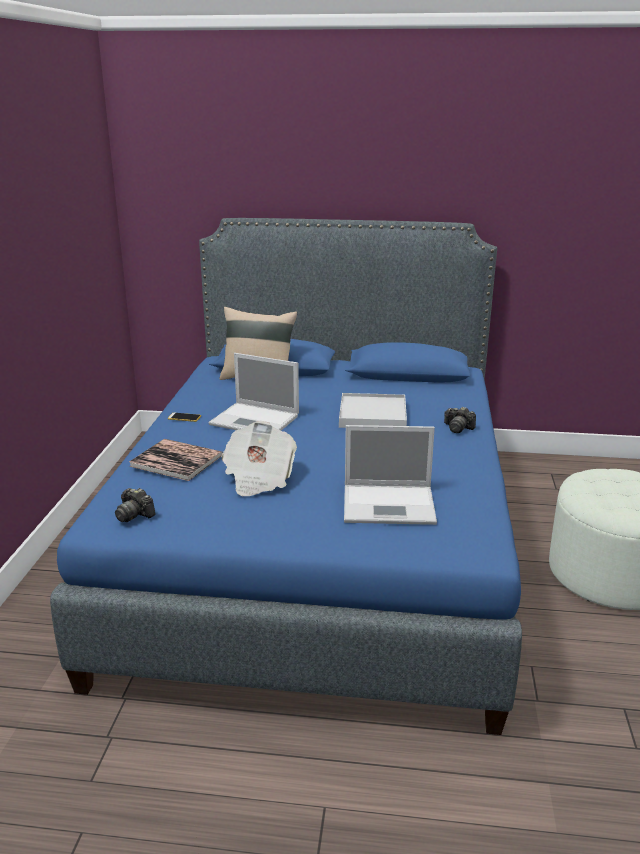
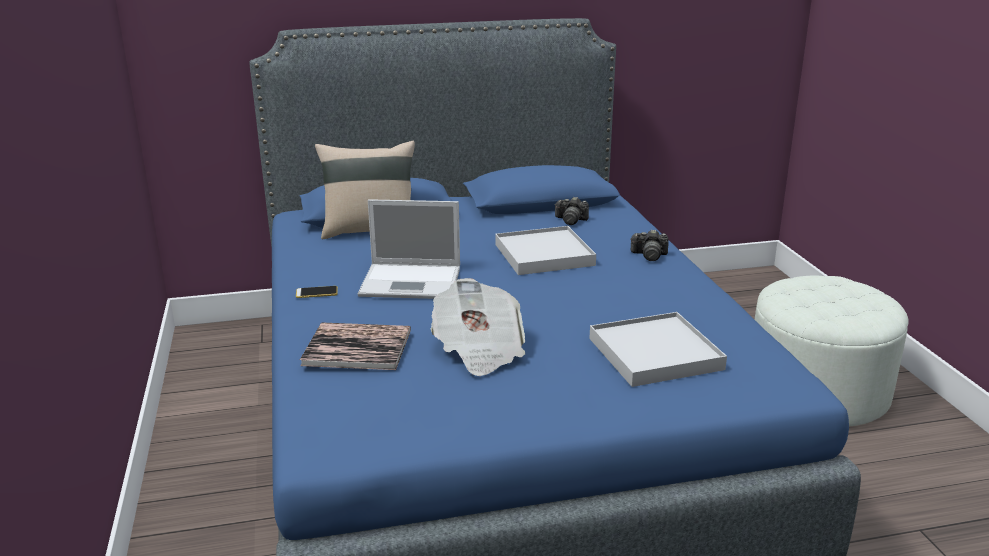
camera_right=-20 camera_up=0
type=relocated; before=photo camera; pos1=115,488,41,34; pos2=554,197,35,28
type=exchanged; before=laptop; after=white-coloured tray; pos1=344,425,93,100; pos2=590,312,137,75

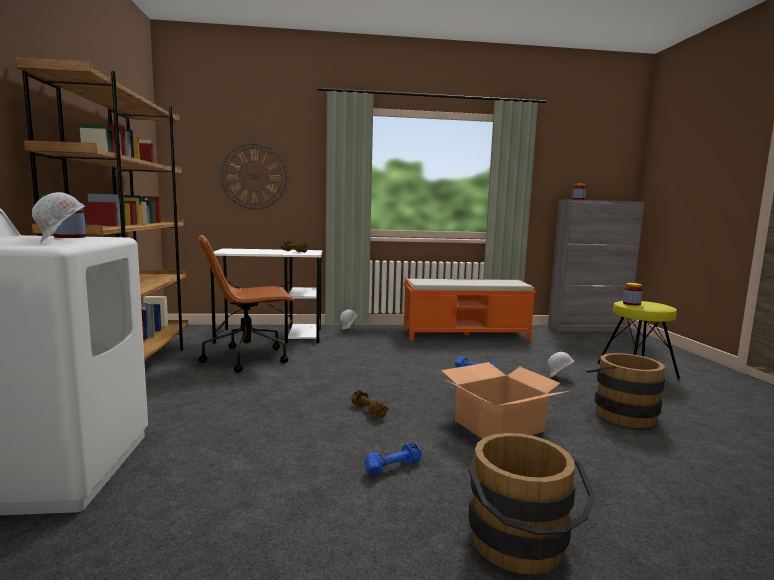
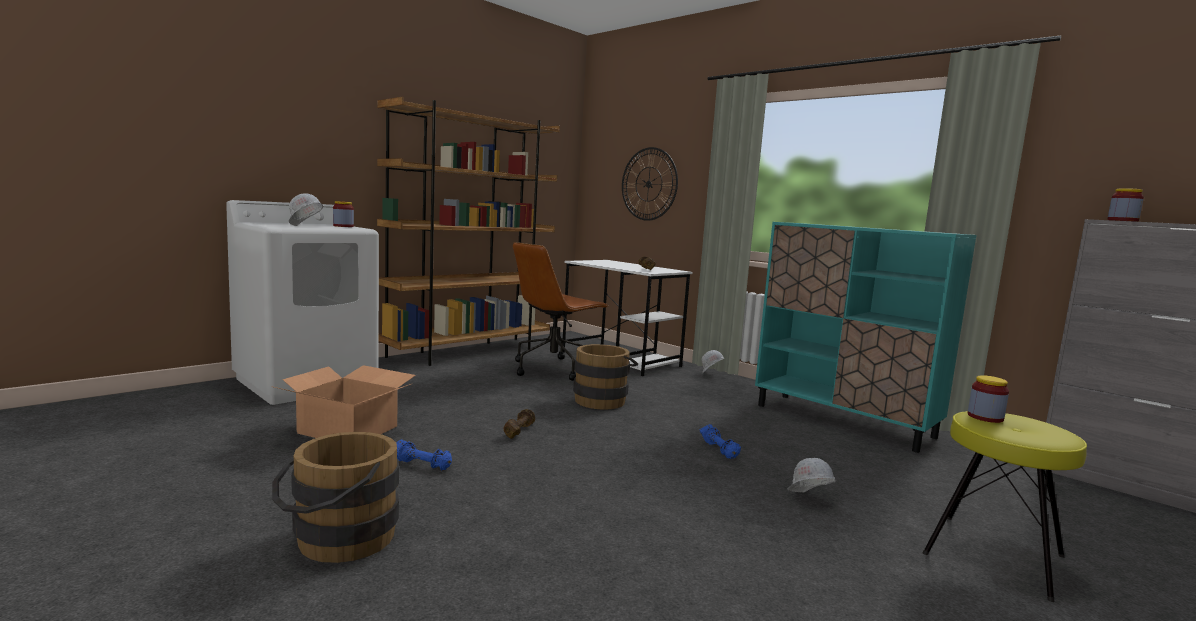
camera_right=50 camera_up=0
type=spun; before=brown desk chair; pos1=198,235,96,138; pos2=513,242,95,139; turn=-75
type=exchanged; before=orange indoor bench; after=turquoise storage cabinet; pos1=404,278,132,62; pos2=755,222,222,231
type=relocated; before=packing box; pos1=441,362,129,77; pos2=274,365,142,73
type=relocated; before=brown water bucket; pos1=586,353,79,75; pos2=573,344,65,66

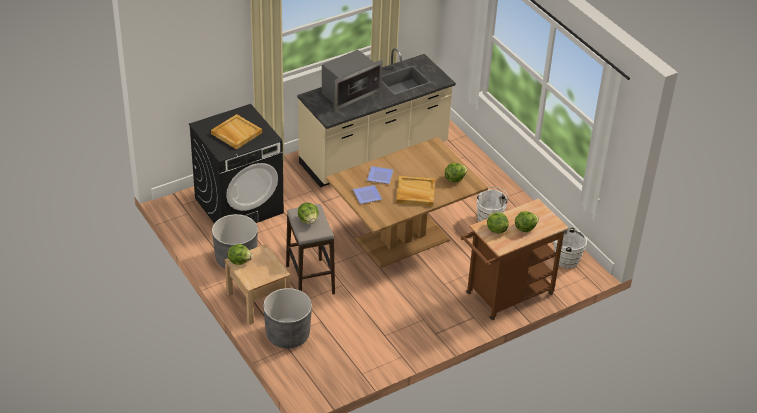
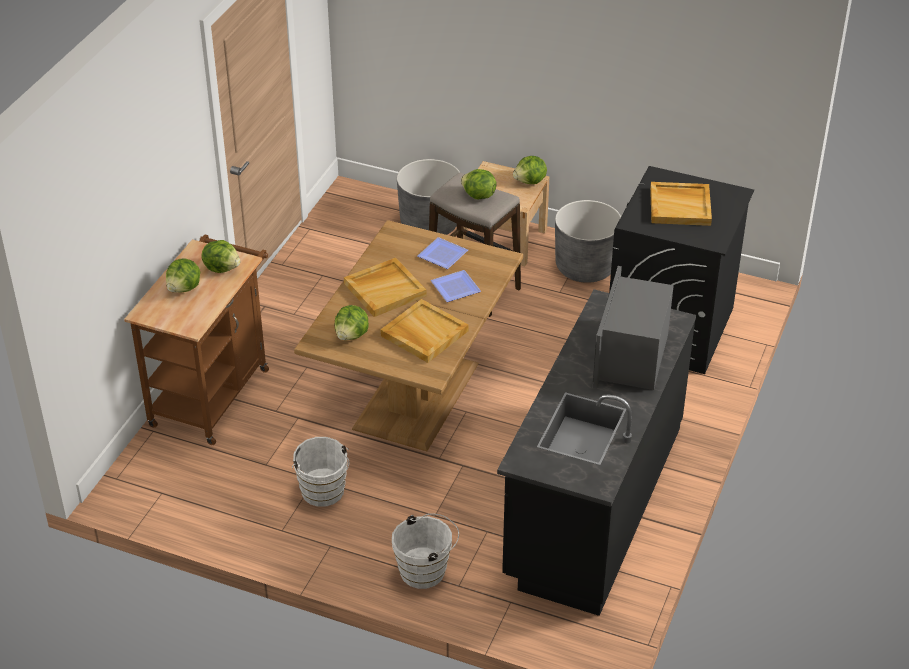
camera_right=145 camera_up=0
type=colour; before=sand-coloured counter; after=black-coloured counter; pos1=297,48,159,140; pos2=497,289,199,327
type=relocated; before=white-coloured water bucket; pos1=553,227,34,41; pos2=392,514,67,75
type=appeared; after=sand-coloured tray; pos2=380,299,88,64

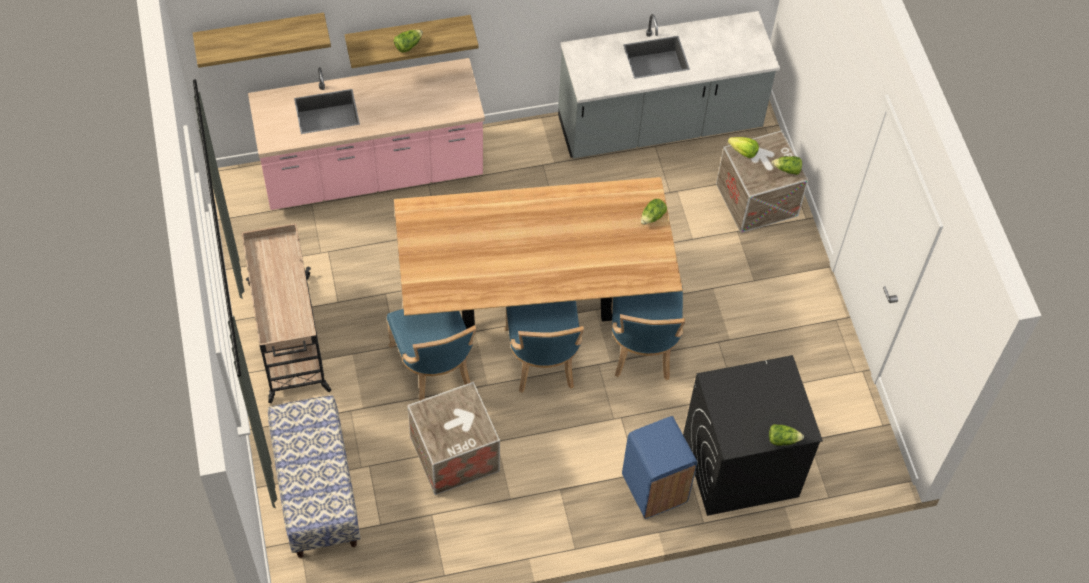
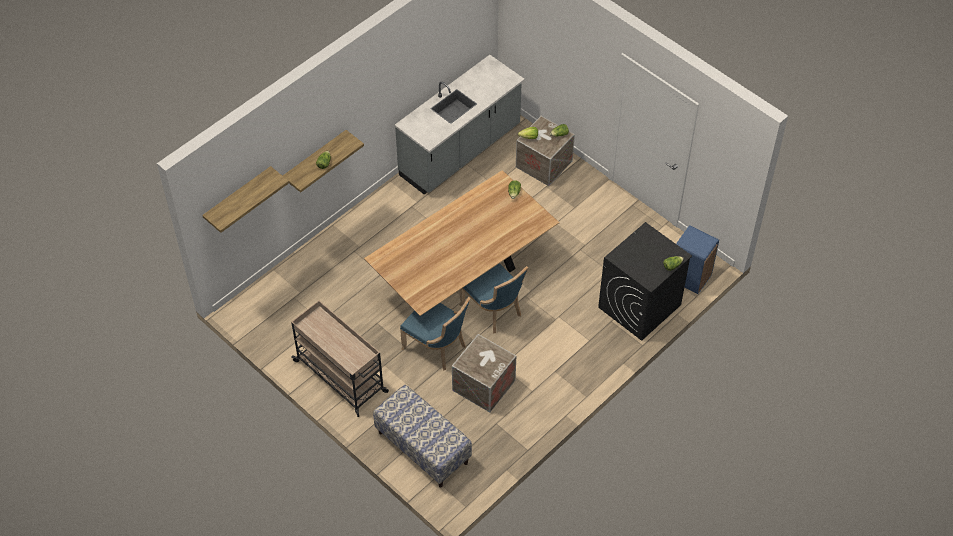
camera_right=-30 camera_up=-5
type=missing; before=pink-coloured counter; pos1=248,58,237,152
type=missing; before=blue-coloured upright chair; pos1=611,286,74,95
type=relocated; before=blue-coloured rubbish bin; pos1=622,416,75,103; pos2=676,225,43,69

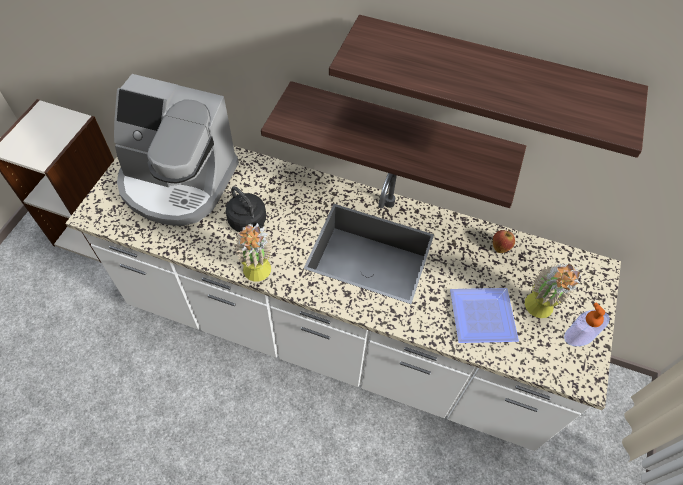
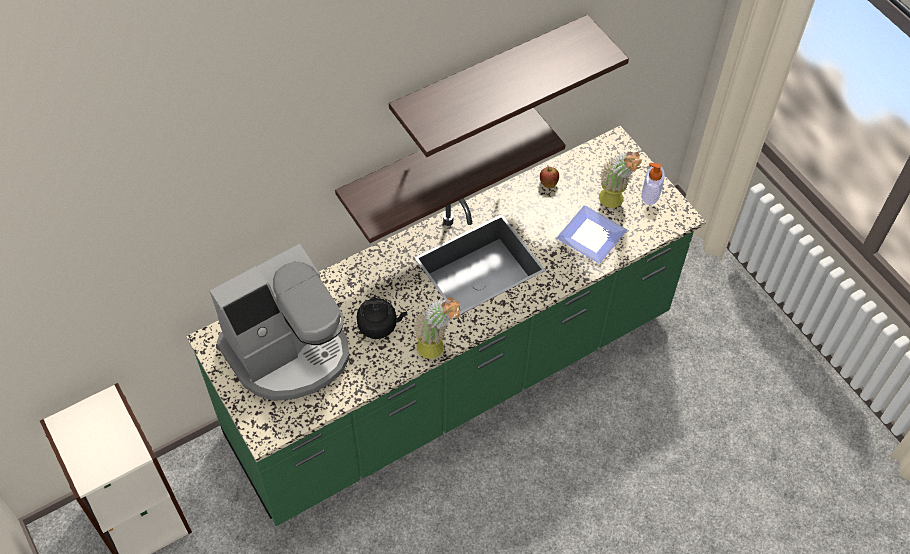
camera_right=-50 camera_up=0
type=colour; before=white-coloured counter; after=greenish counter; pos1=65,146,556,305; pos2=186,126,520,400

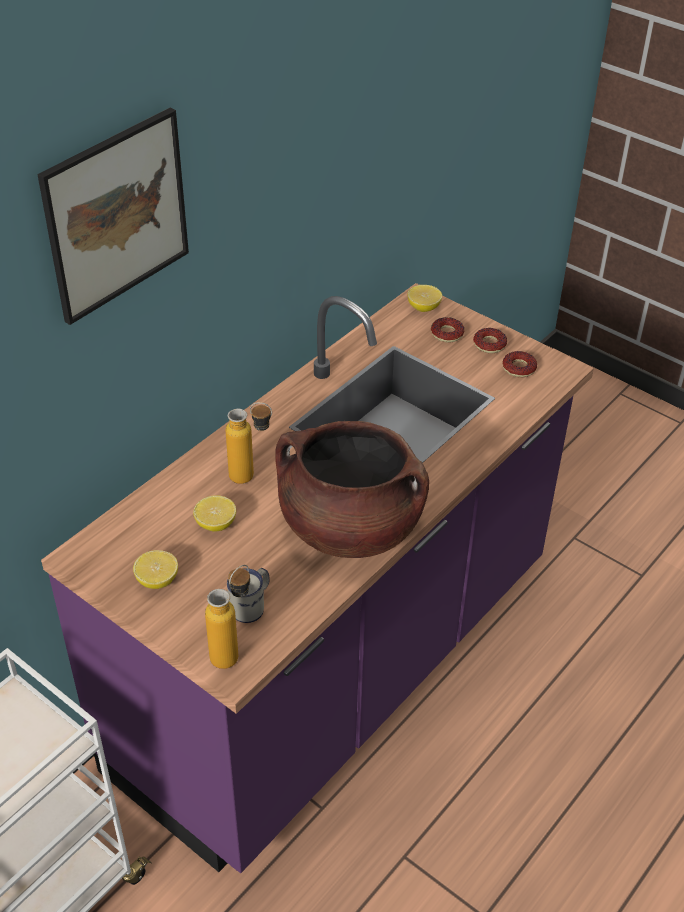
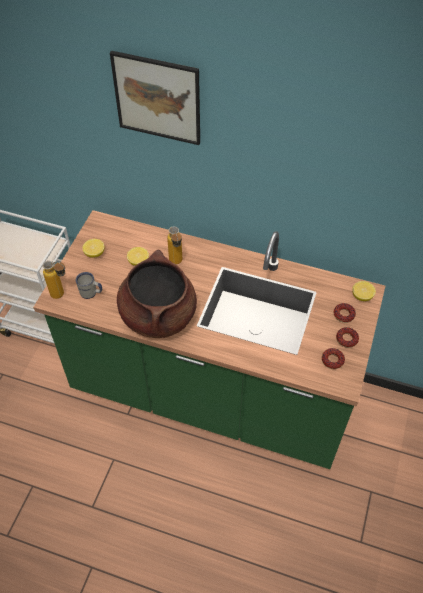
camera_right=70 camera_up=10
type=colour; before=purple counter; after=greenish counter; pos1=41,283,553,590; pos2=33,210,352,259

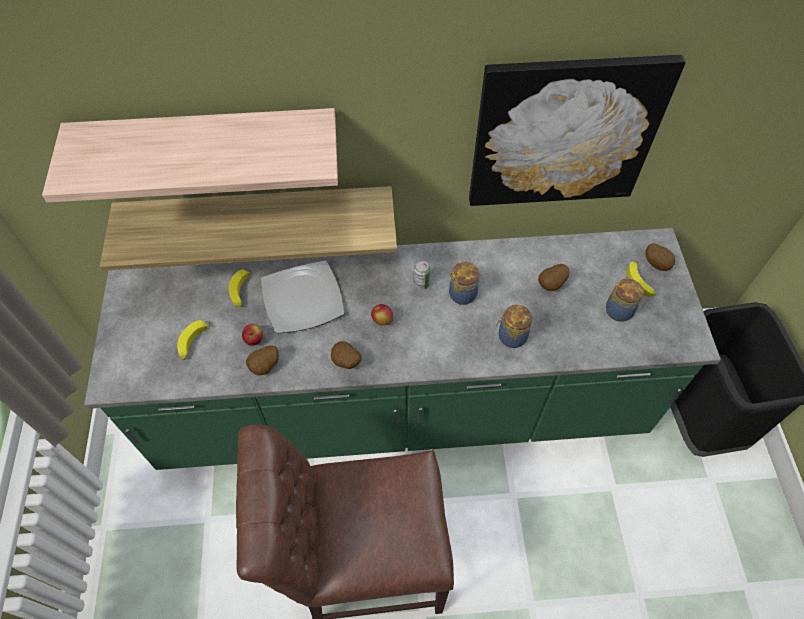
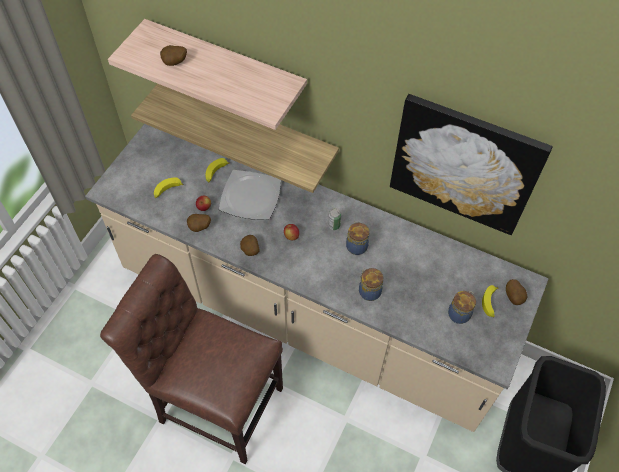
camera_right=30 camera_up=0
type=colour; before=greenish counter; after=sand-coloured counter; pos1=84,228,637,242; pos2=85,124,464,308
type=relocated; before=potato; pos1=538,264,31,27; pos2=160,45,27,21

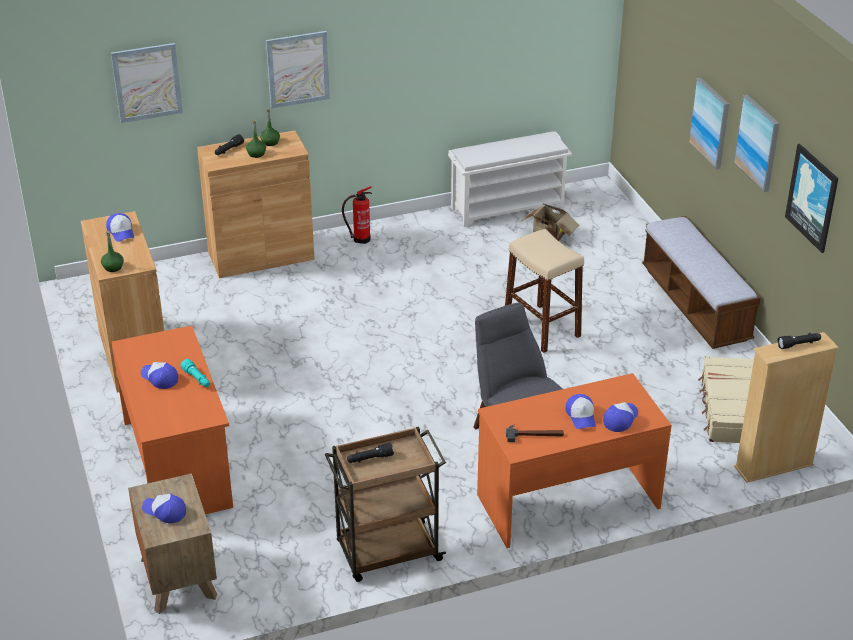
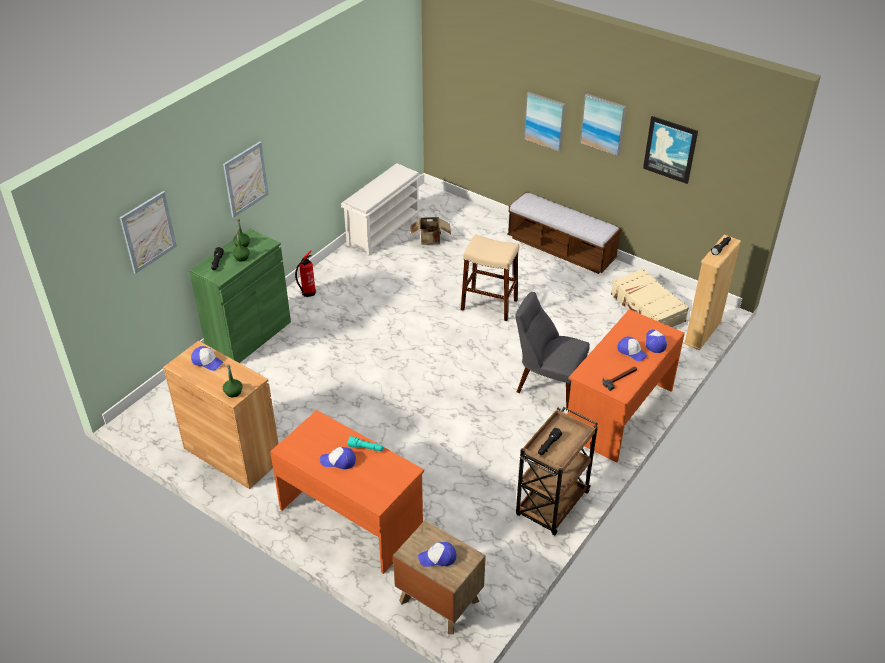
camera_right=-35 camera_up=5
type=colour; before=brown storage cabinet; after=greenish storage cabinet; pos1=197,130,118,148; pos2=189,229,102,134

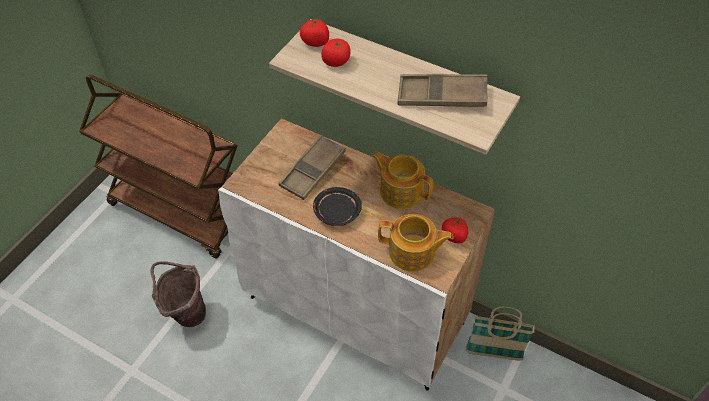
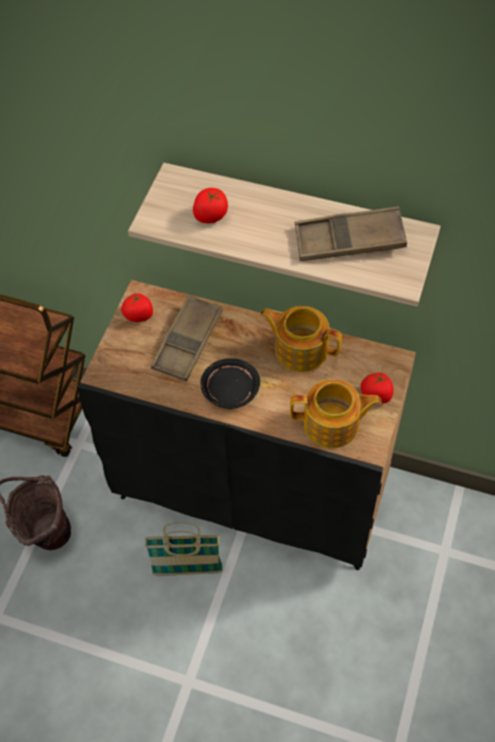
camera_right=-10 camera_up=5
type=colour; before=white-coloured storage cabinet; after=black-coloured storage cabinet; pos1=218,118,277,273; pos2=77,280,339,290
type=relocated; before=fresh tomato; pos1=300,18,29,29; pos2=121,293,32,29
type=relocated; before=household basket; pos1=466,307,69,54; pos2=145,522,77,54

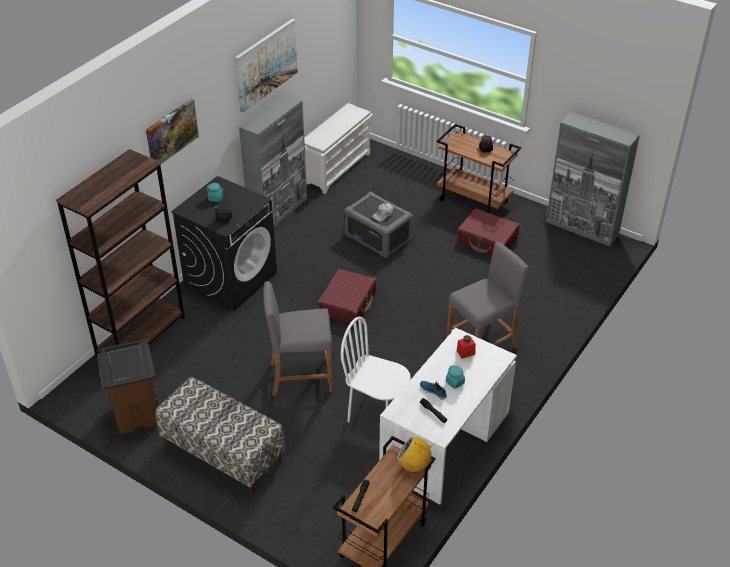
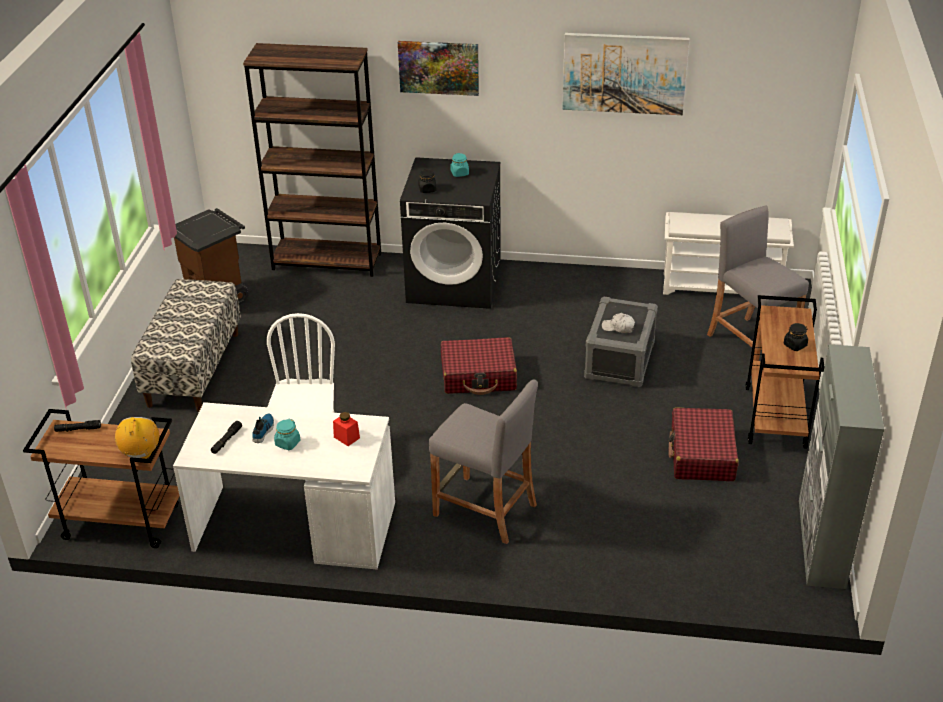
camera_right=65 camera_up=-5
type=missing; before=gray storage cabinet; pos1=239,93,68,134
type=relocated; before=gray sitting stool; pos1=263,281,69,115; pos2=707,205,102,156

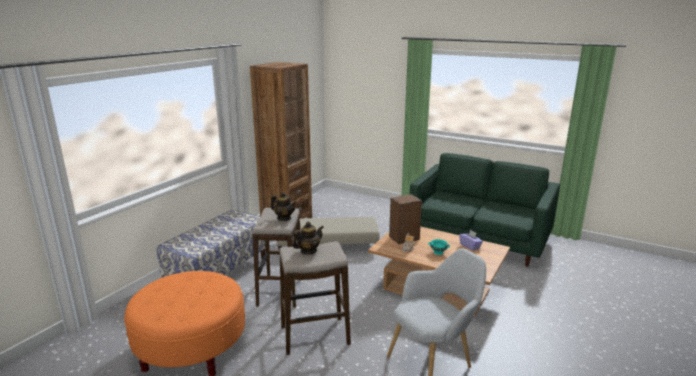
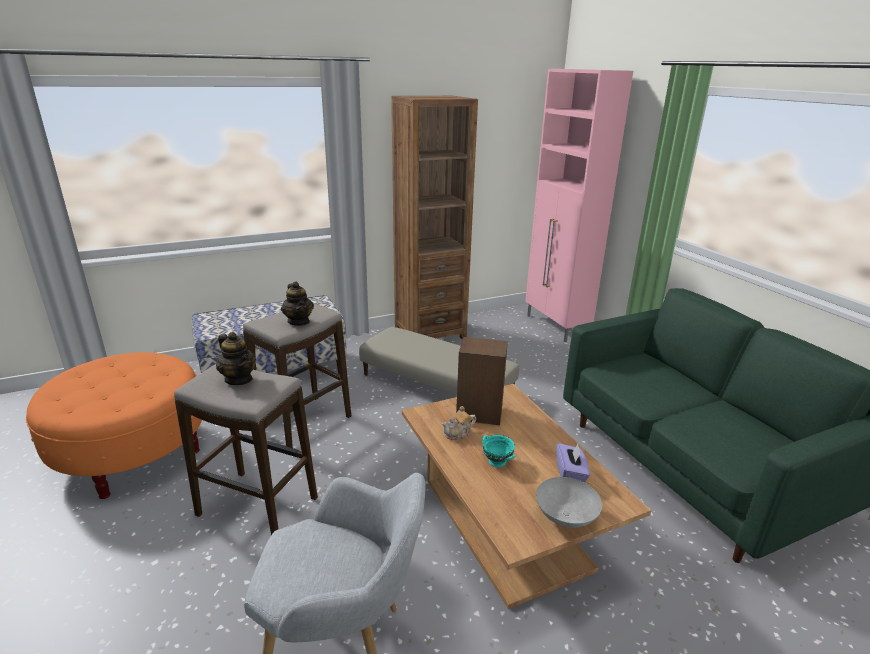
camera_right=35 camera_up=5
type=spun; before=teapot; pos1=292,222,31,33; pos2=216,332,40,53; turn=45
type=appeared; after=pink-coloured storage cabinet; pos2=525,69,108,273
type=appeared; after=gray deep dish; pos2=536,477,66,51

